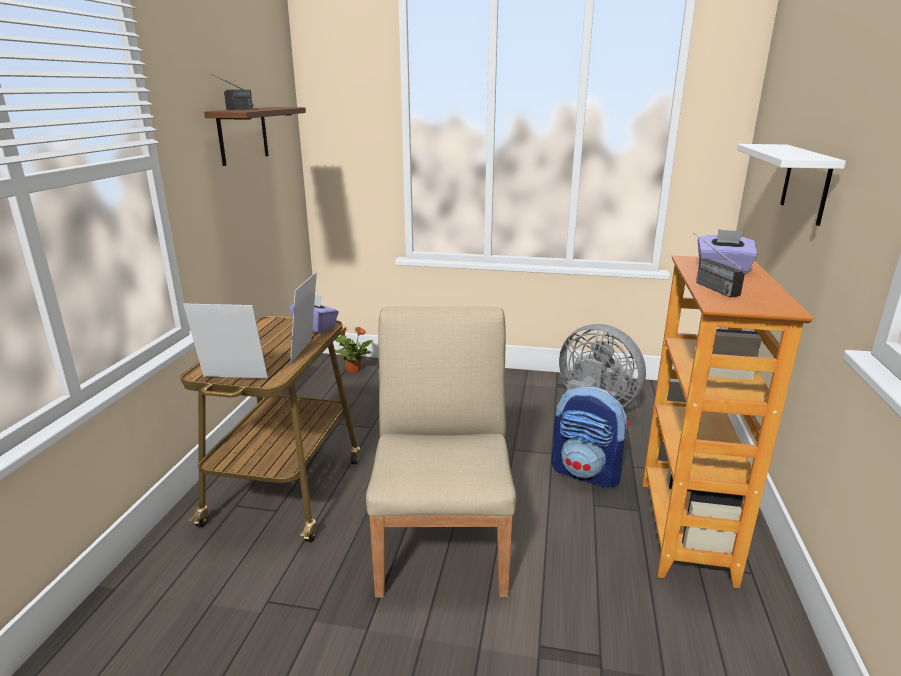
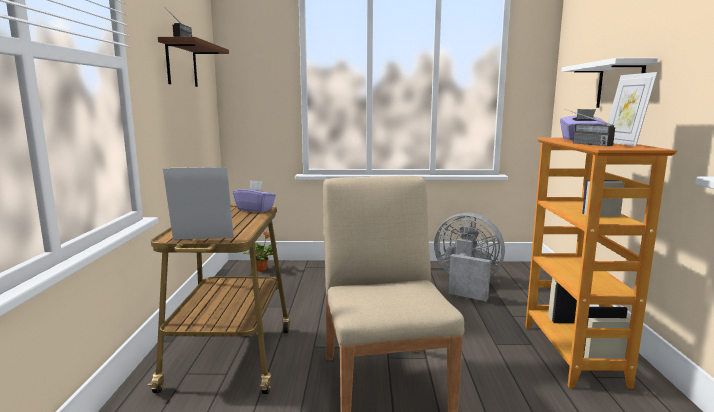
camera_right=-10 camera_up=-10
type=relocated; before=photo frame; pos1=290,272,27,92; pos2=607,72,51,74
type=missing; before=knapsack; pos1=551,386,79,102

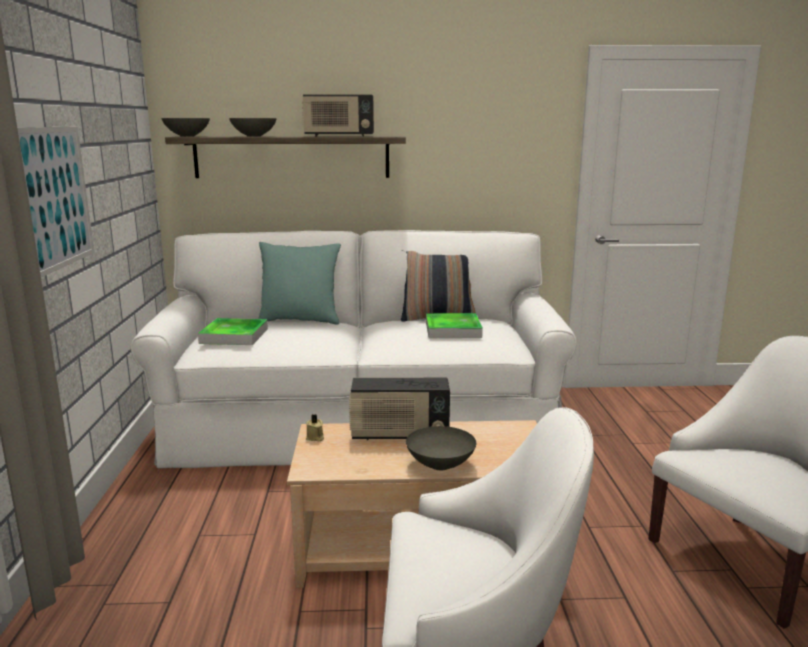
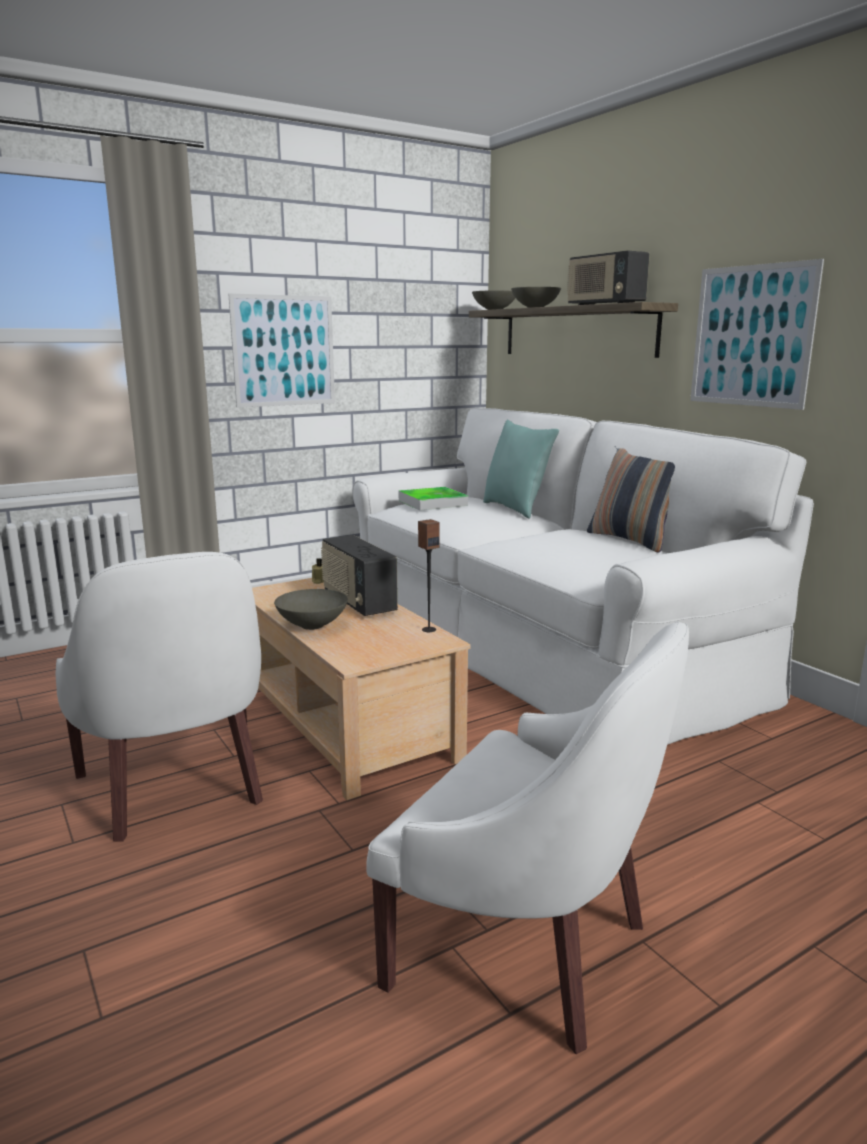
camera_right=60 camera_up=0
type=missing; before=tray; pos1=426,313,57,25
type=appeared; after=loudspeaker; pos2=418,519,22,113
type=appeared; after=picture; pos2=690,259,134,151

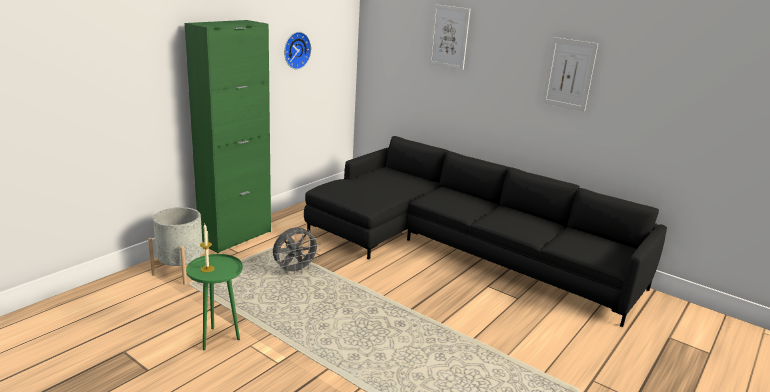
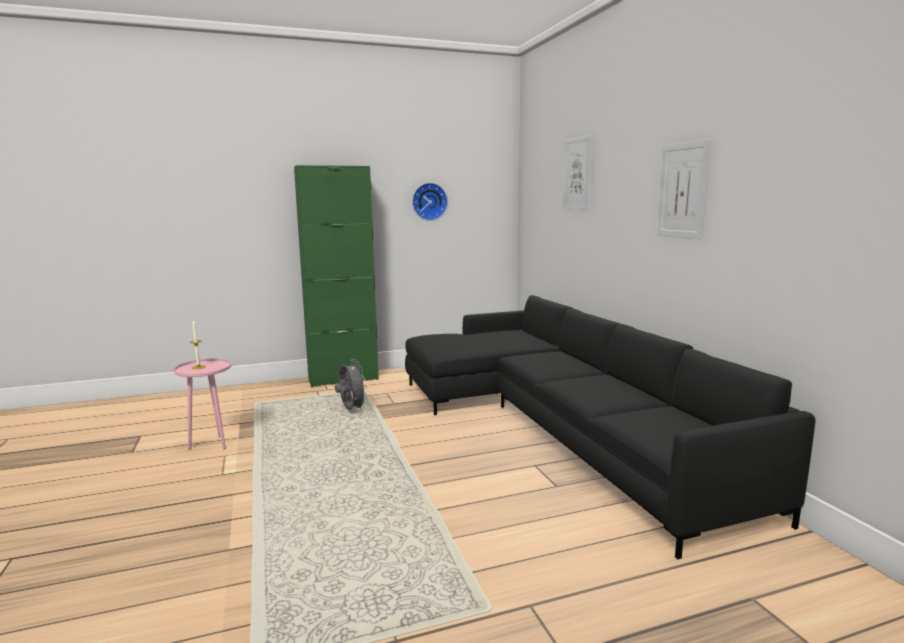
camera_right=35 camera_up=-10
type=missing; before=gray plant pot; pos1=148,207,61,77
type=colour; before=greenish accent table; after=pink-coloured accent table; pos1=186,254,57,96; pos2=174,358,58,91
type=spun; before=gray electric fan; pos1=273,227,47,48; pos2=335,359,33,52; turn=-120

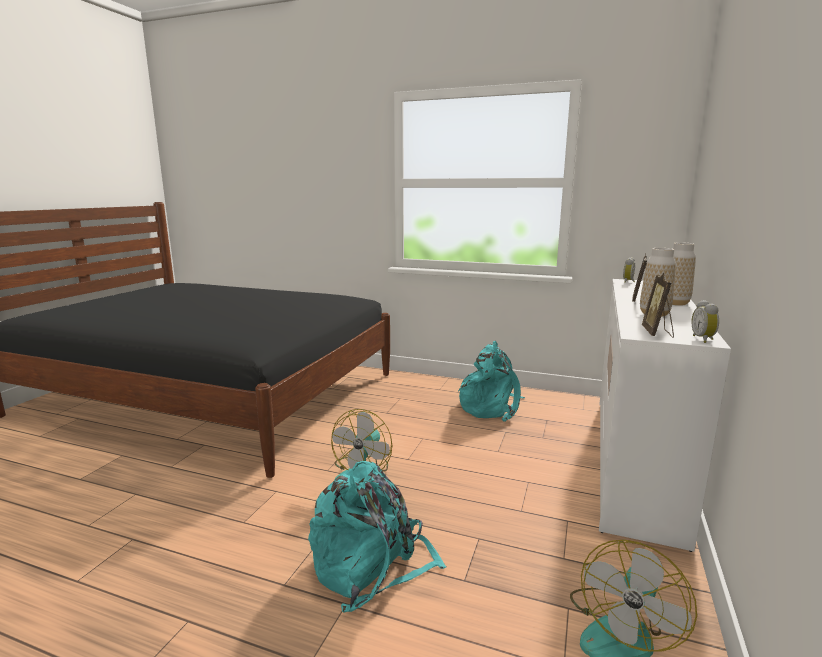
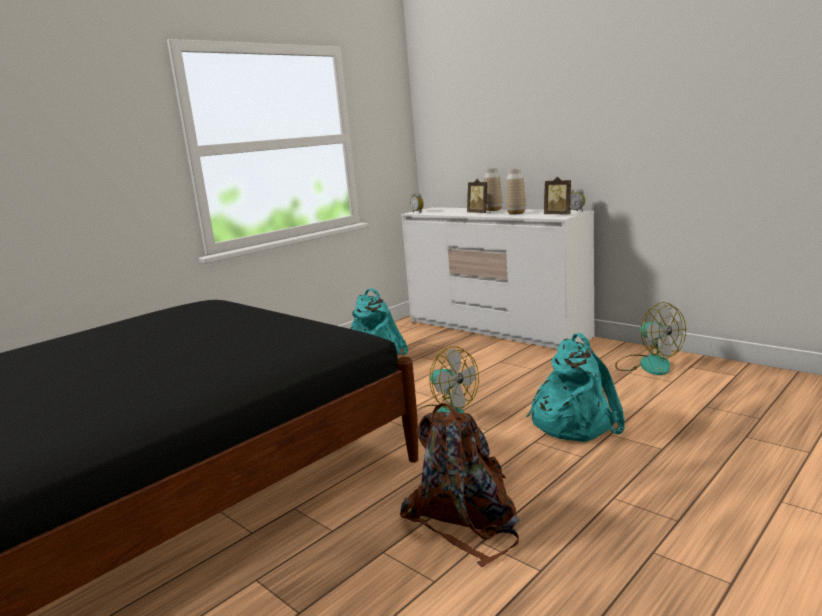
camera_right=-65 camera_up=0
type=appeared; after=brown knapsack; pos2=400,403,120,164

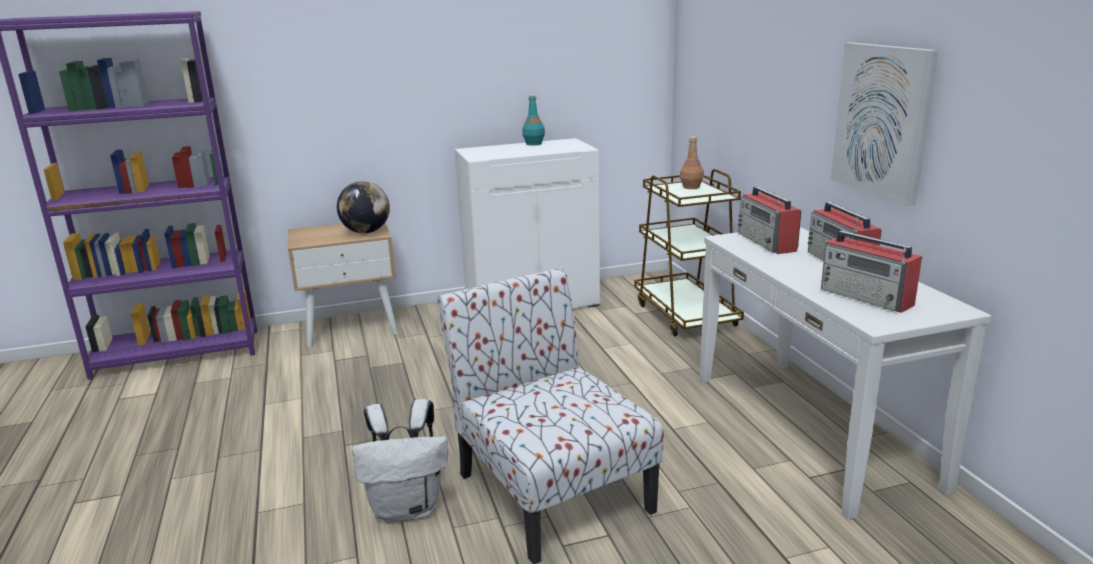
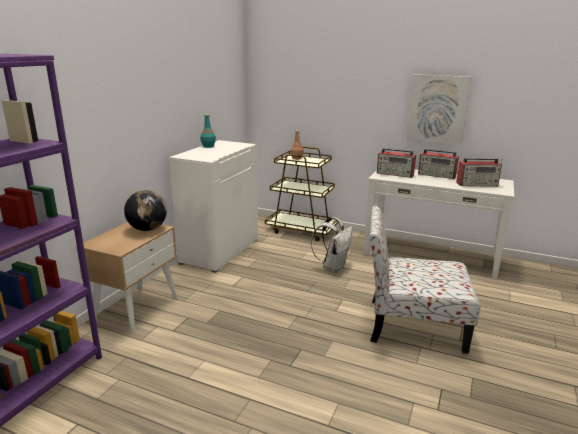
camera_right=-50 camera_up=0
type=relocated; before=white-coloured knapsack; pos1=352,399,96,124; pos2=311,217,41,55

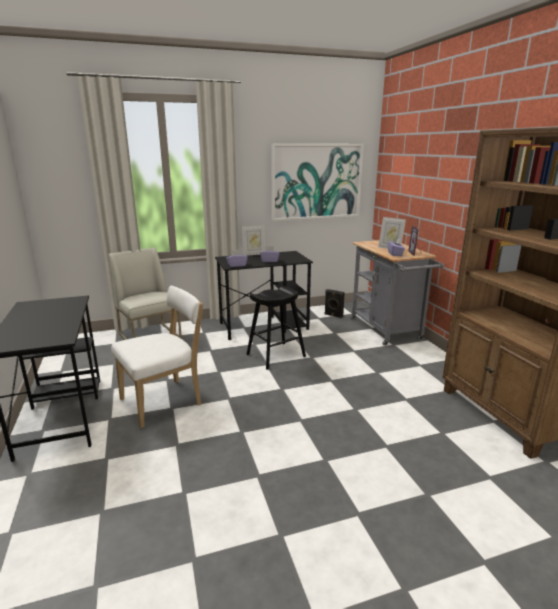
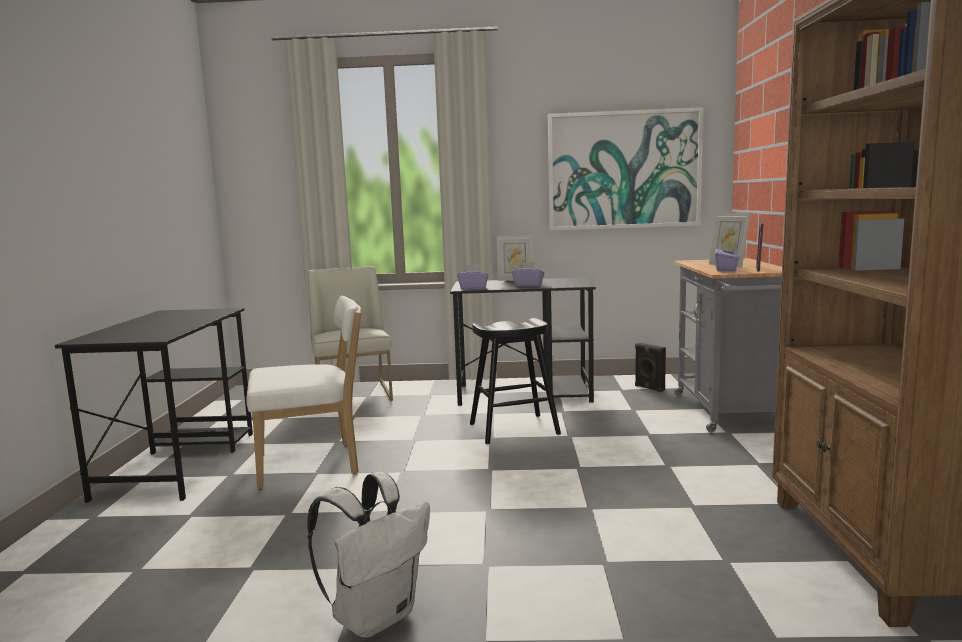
camera_right=20 camera_up=-10
type=appeared; after=white-coloured knapsack; pos2=307,472,123,165

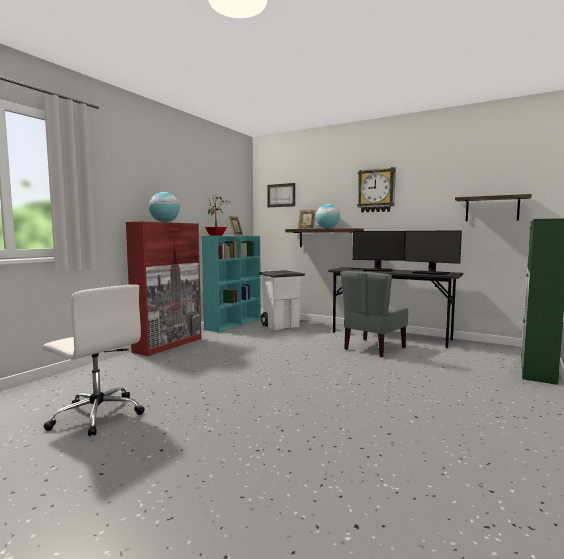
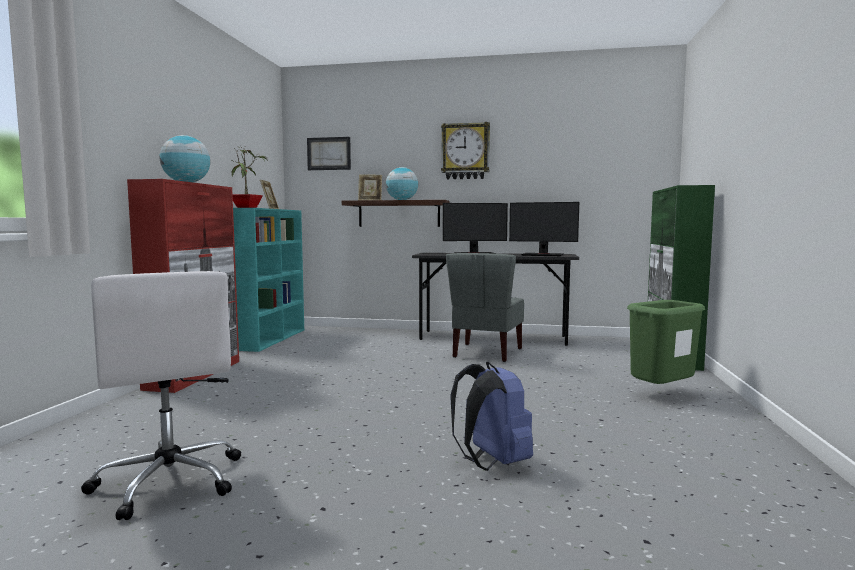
camera_right=-20 camera_up=0
type=spun; before=white-coloured desk chair; pos1=43,284,102,153; pos2=81,271,160,249; turn=45
type=missing; before=white-coloured rubbish bin; pos1=259,270,46,60
type=missing; before=shelf; pos1=455,194,77,27
type=appeared; after=blue-coloured knapsack; pos2=450,362,83,109
type=appeared; after=greenish rubbish bin; pos2=627,300,78,84

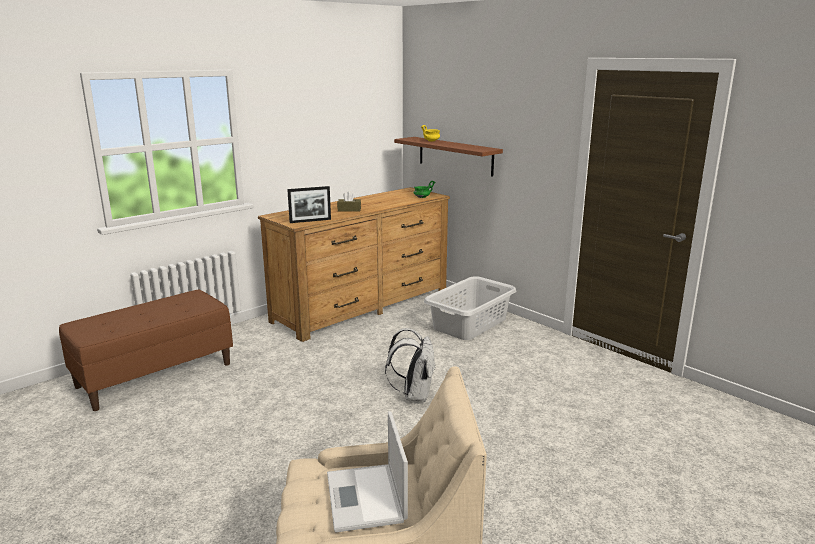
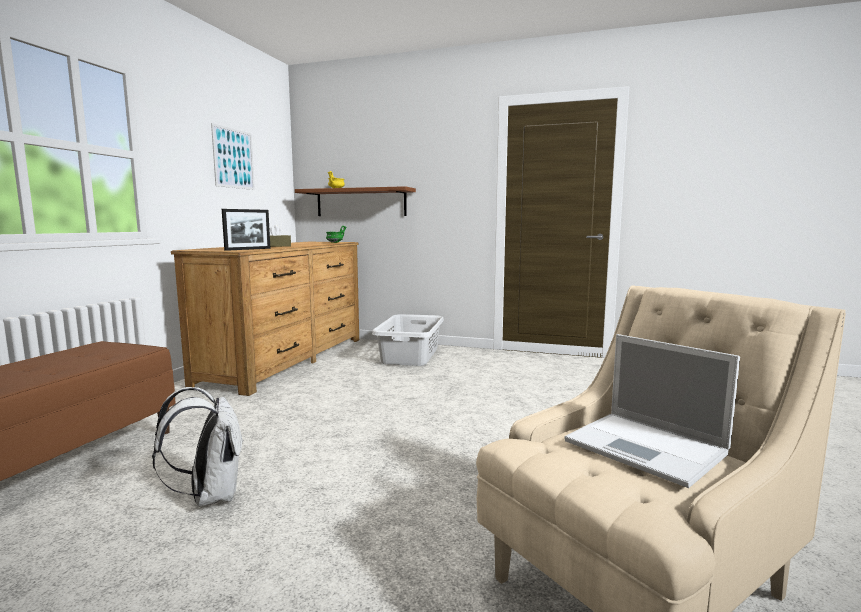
camera_right=-30 camera_up=-10
type=relocated; before=white-coloured knapsack; pos1=385,328,51,74; pos2=152,387,91,120
type=appeared; after=picture; pos2=211,123,44,67

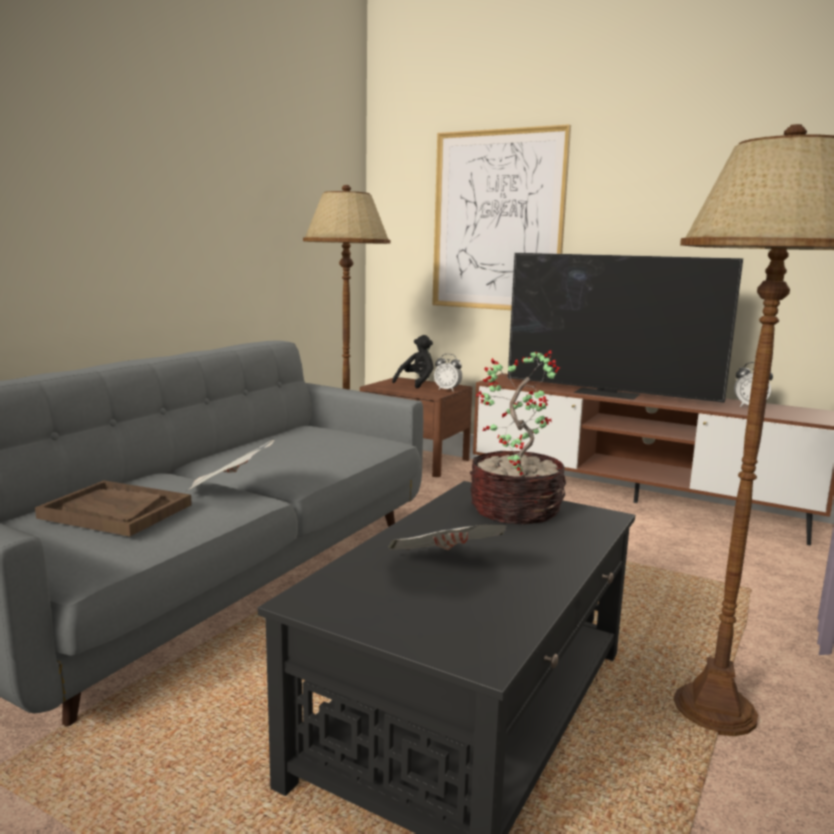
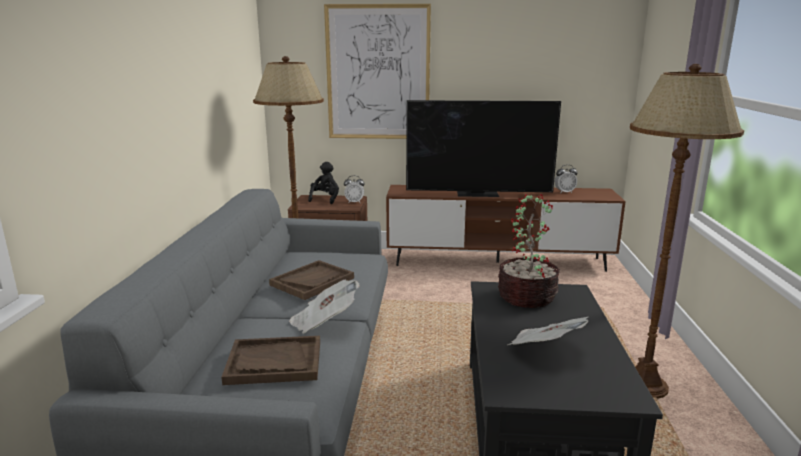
camera_right=-25 camera_up=5
type=appeared; after=brown tray; pos2=269,260,85,40

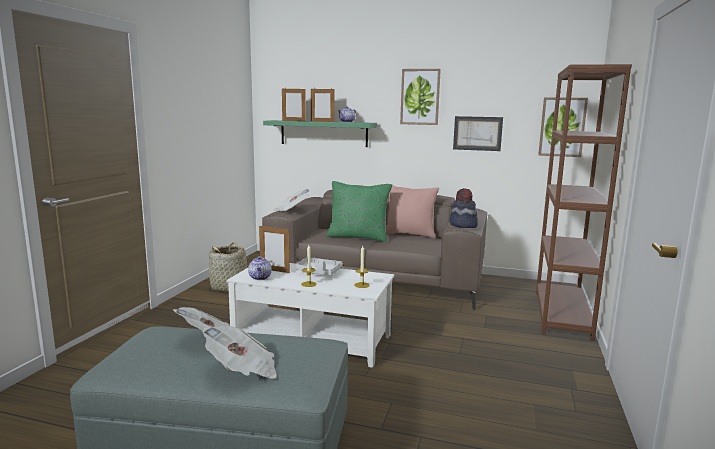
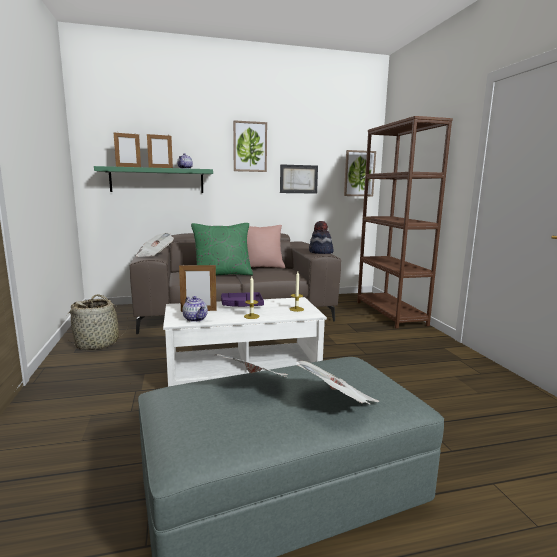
camera_right=-30 camera_up=0
type=colour; before=gray tray; after=purple tray; pos1=296,257,47,19; pos2=221,292,43,15

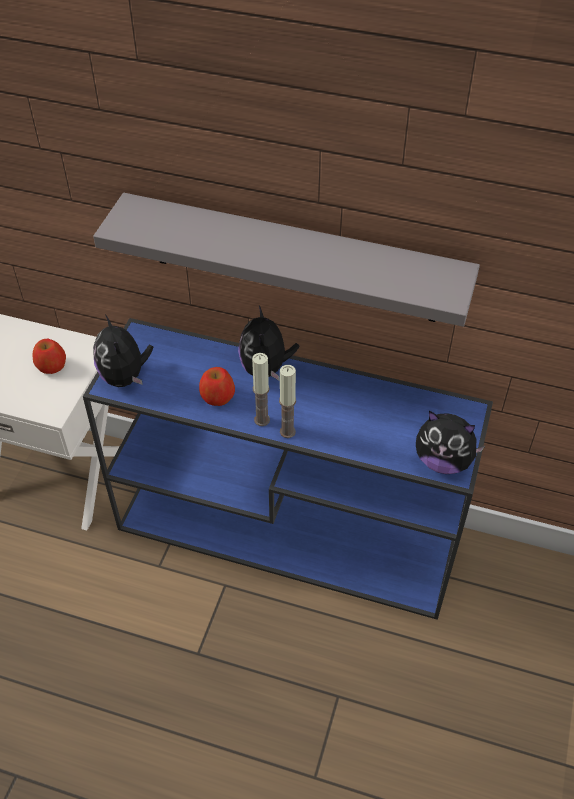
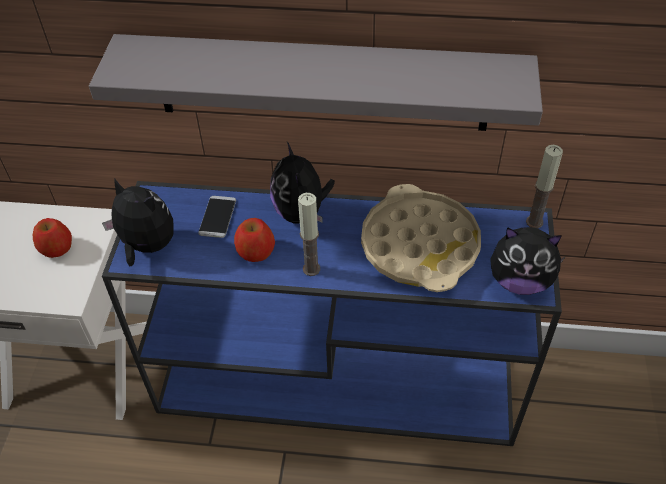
camera_right=-10 camera_up=0
type=spun; before=plush toy; pos1=93,315,60,72; pos2=102,178,71,89; turn=150
type=relocated; before=candle; pos1=279,365,17,73; pos2=526,145,37,84
type=appeared; after=phone; pos2=198,196,38,42
type=appeared; after=sand-coloured tray; pos2=361,184,120,108

